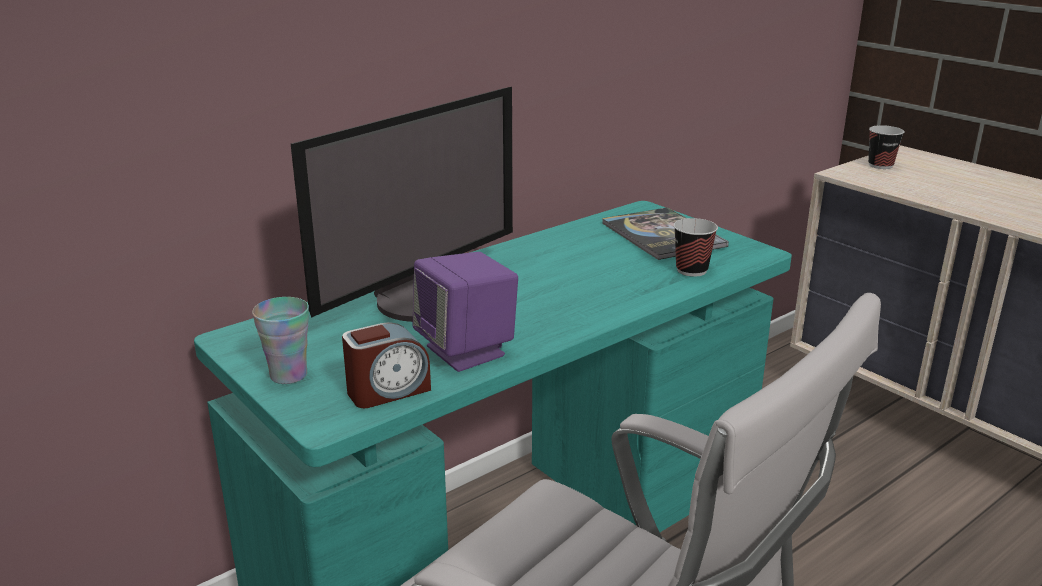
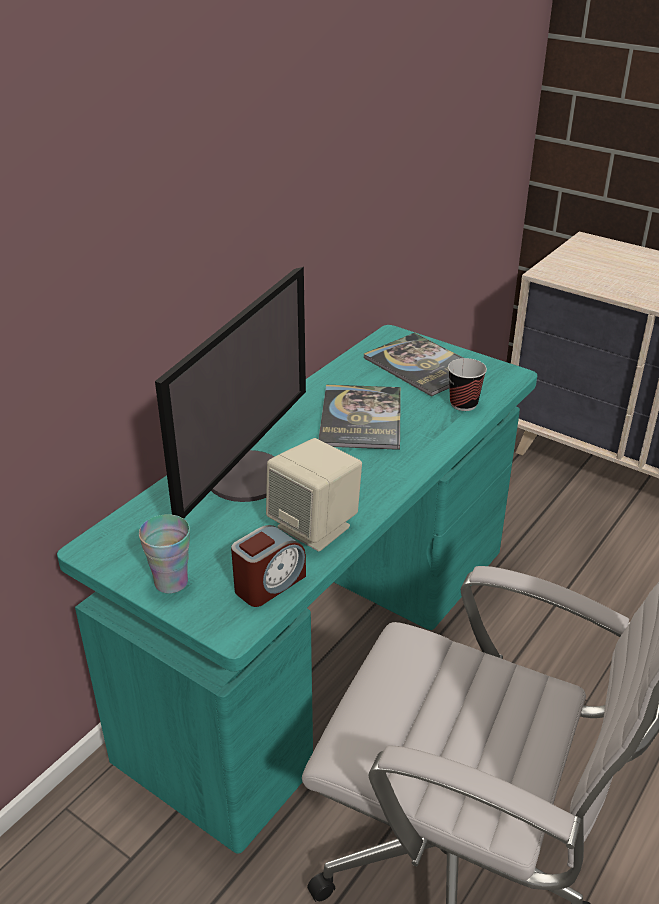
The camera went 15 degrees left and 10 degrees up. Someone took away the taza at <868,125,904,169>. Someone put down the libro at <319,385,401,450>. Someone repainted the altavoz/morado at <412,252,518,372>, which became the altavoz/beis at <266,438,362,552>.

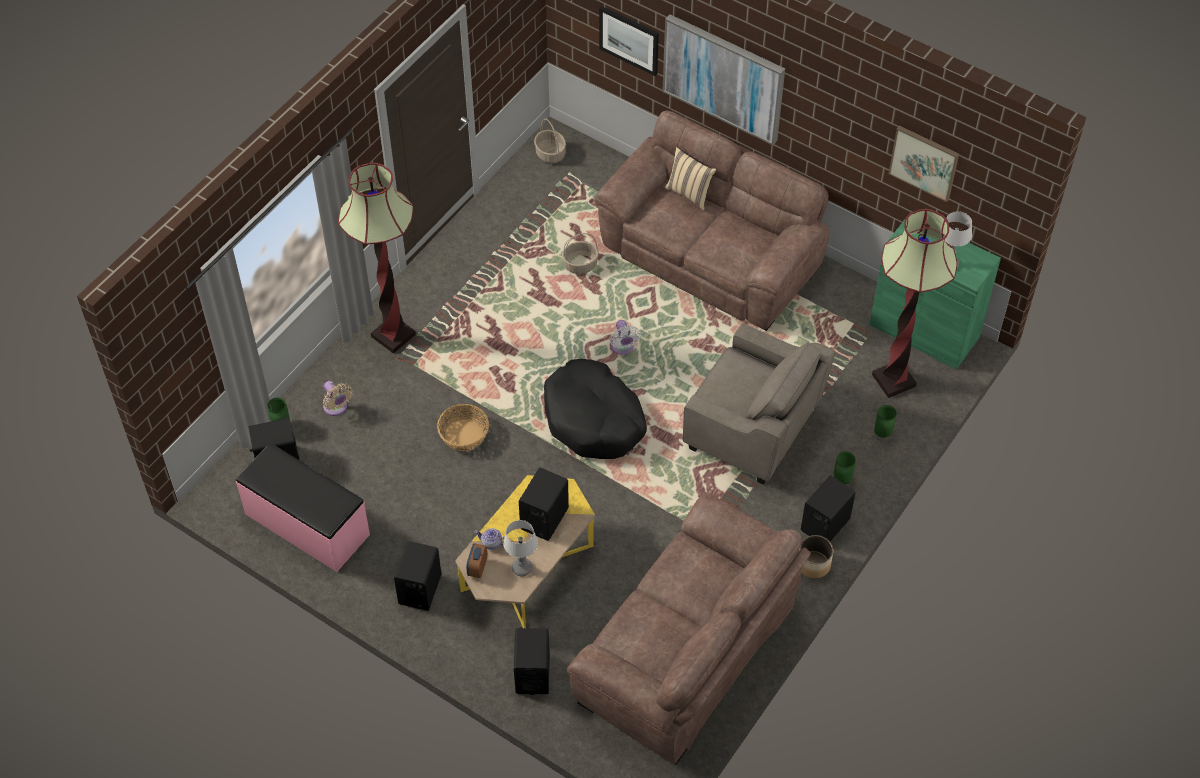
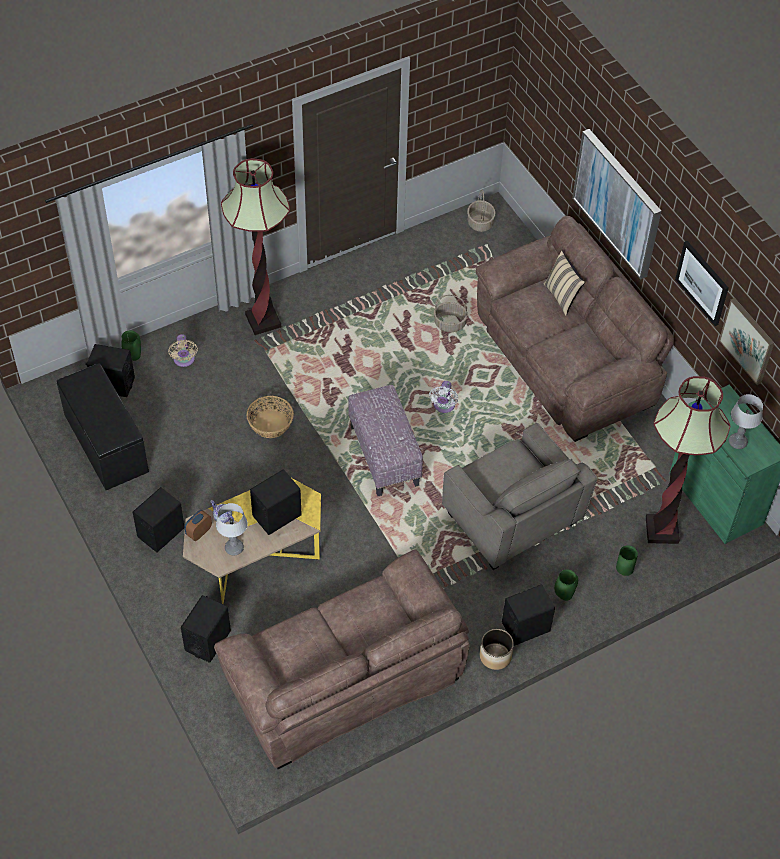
The camera went 25 degrees right and 0 degrees up. Someone carried the cuadro from <599,6,659,76> to <675,241,728,326>. Someone swapped the cama para perro/negro at <544,359,647,459> for the puf at <348,385,423,496>. Someone repainted the banco/rosa at <236,443,370,572>, which became the banco/negro at <57,363,149,490>.

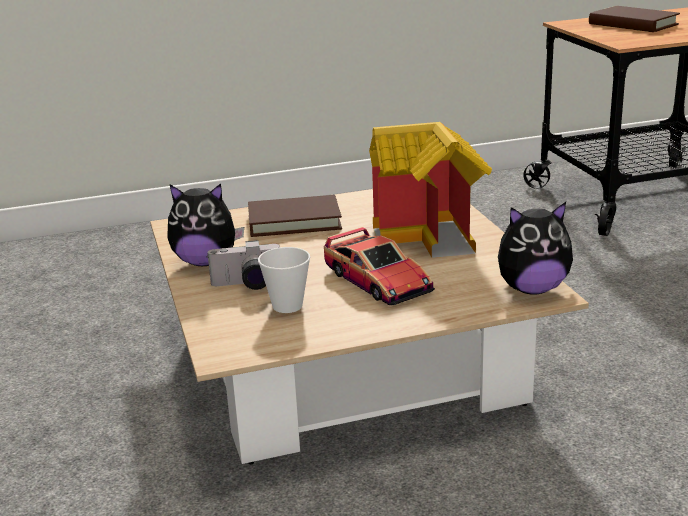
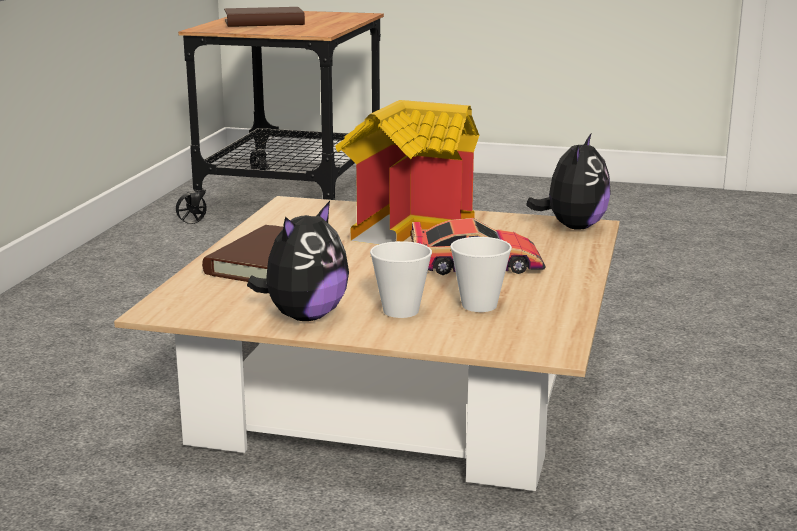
The camera went 60 degrees left and 5 degrees down. Someone swapped the cámara at <207,240,280,290> for the taza at <370,241,432,318>.

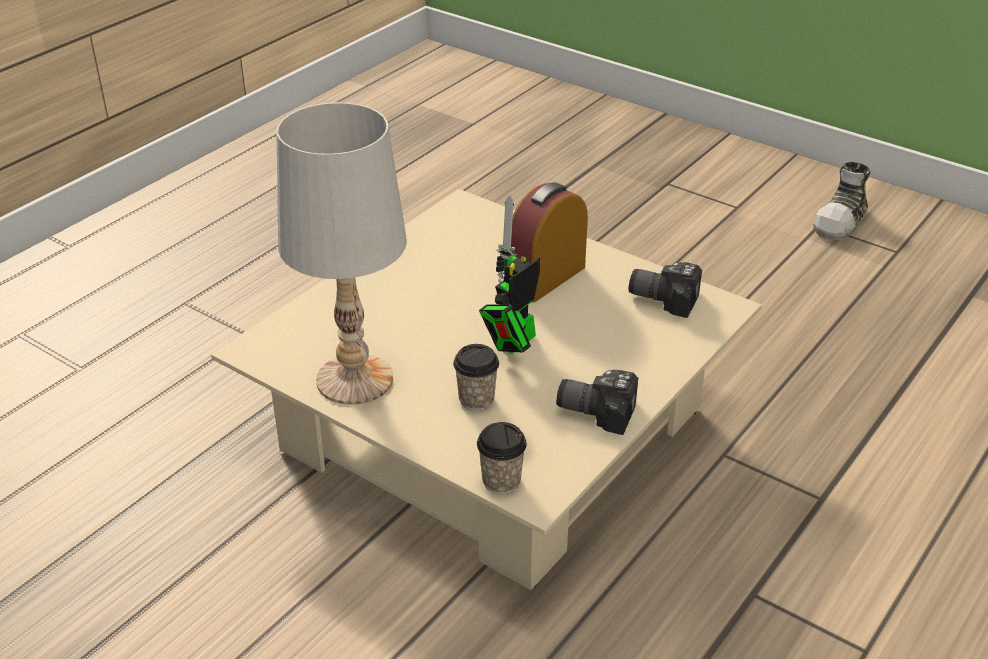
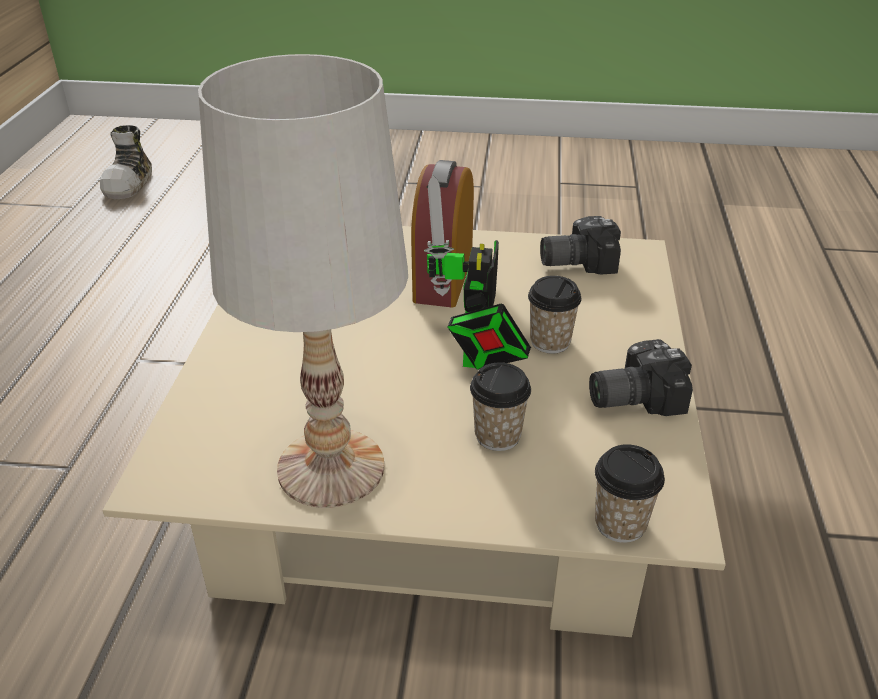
The camera went 30 degrees left and 0 degrees up. Someone put down the taza at <528,276,582,354>. Someone carried the zapato from <813,162,870,240> to <100,125,152,199>.

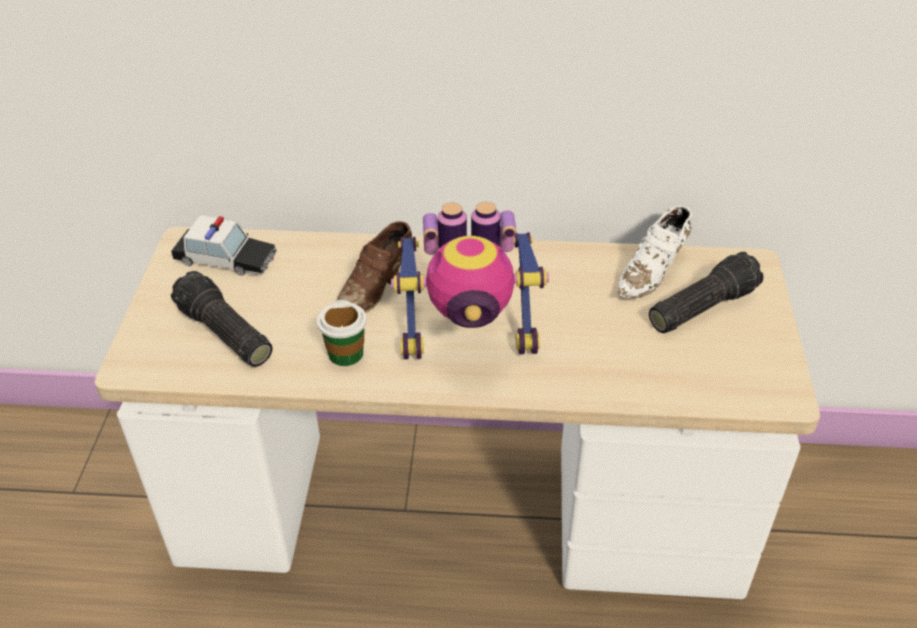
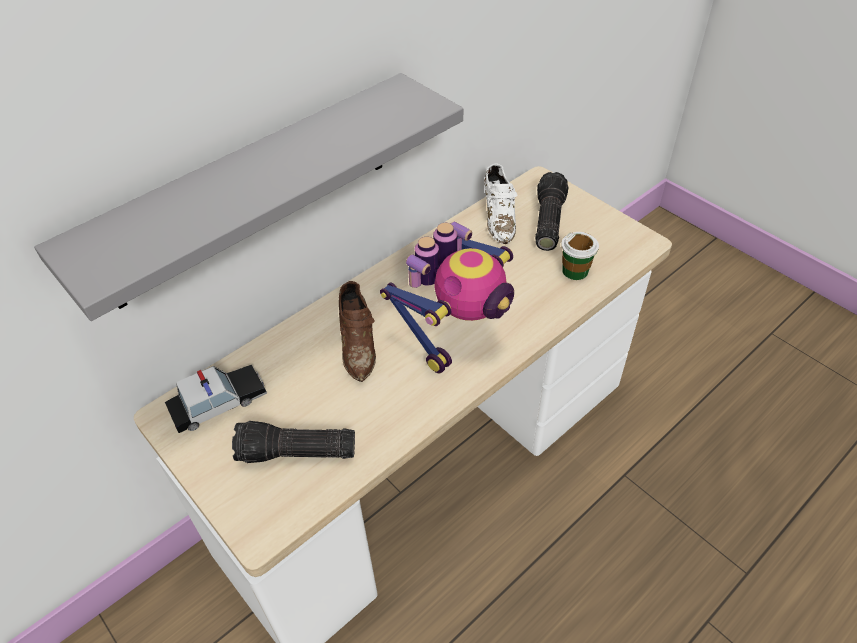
The camera went 45 degrees left and 5 degrees up. Someone put up the estante/gris at <34,73,463,321>. Someone carried the taza from <317,300,367,366> to <561,232,599,280>.

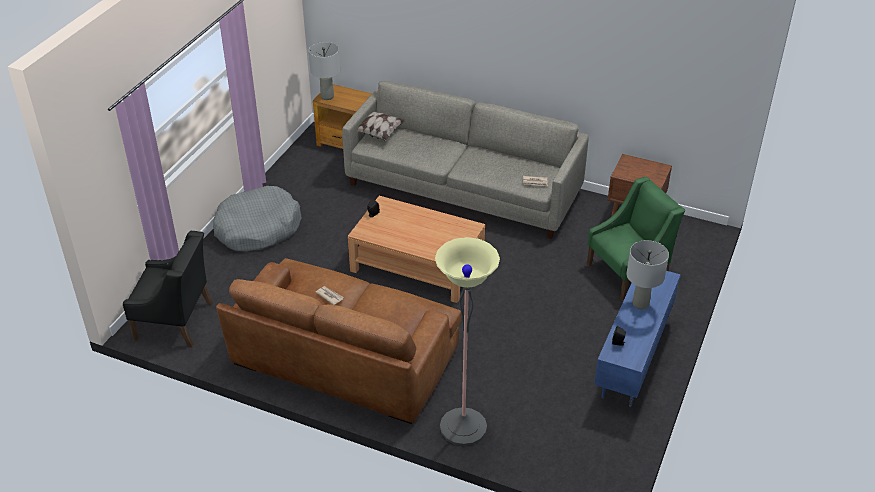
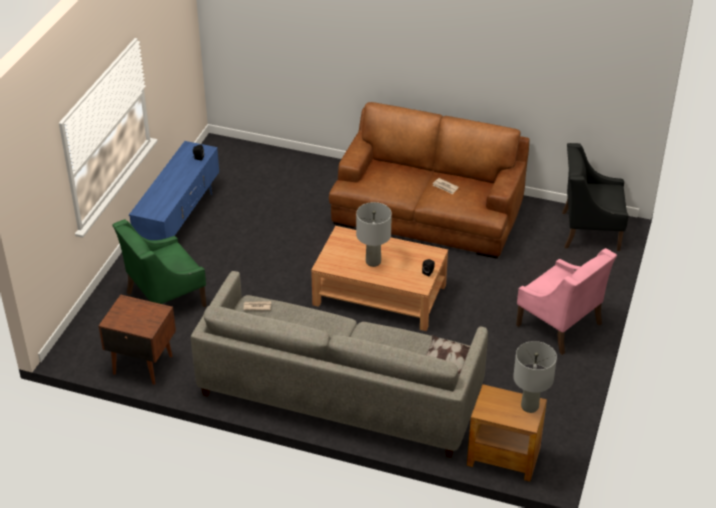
The camera went 175 degrees right and 0 degrees up. Someone took away the lámpara de pie at <435,237,500,446>. Someone carried the lámpara de mesa/gris from <627,240,669,310> to <356,202,392,267>. Someone swapped the cama para perro/gris at <213,186,302,251> for the sillón/rosa at <516,248,617,355>.

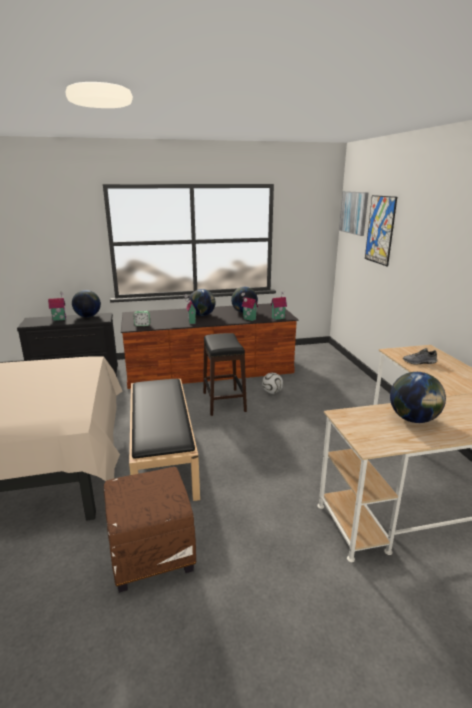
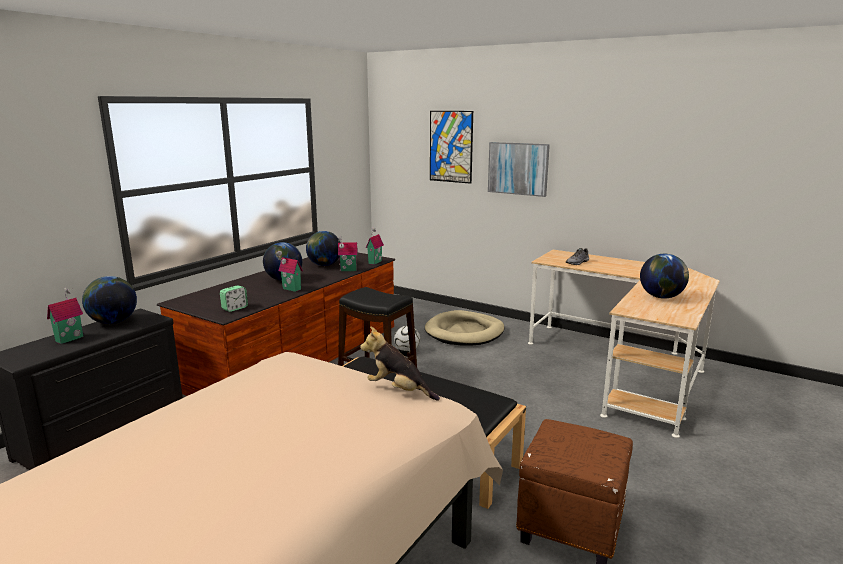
The camera went 45 degrees left and 5 degrees down. Someone put down the peluche at <360,326,440,401>. Someone put down the cama para perro/beis at <425,310,505,346>. Someone carried the cuadro from <339,191,369,236> to <488,142,550,197>.

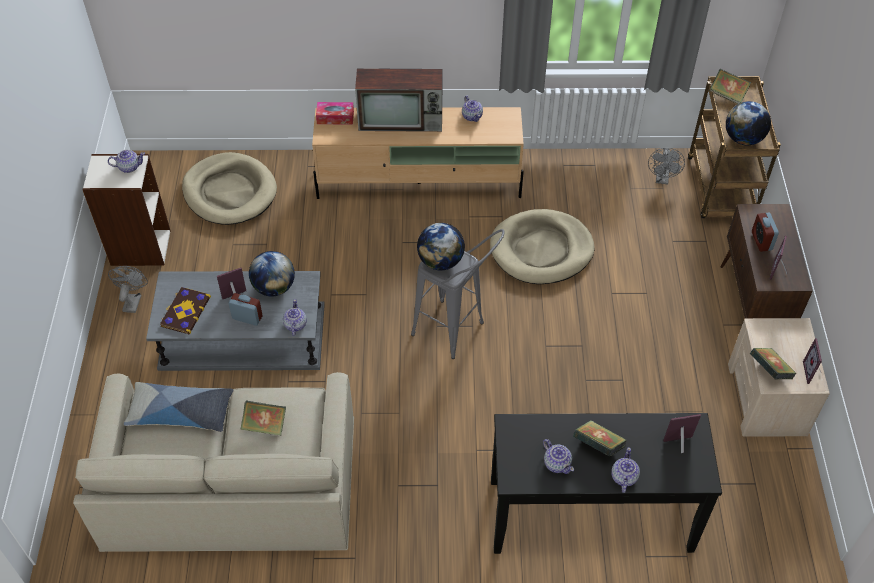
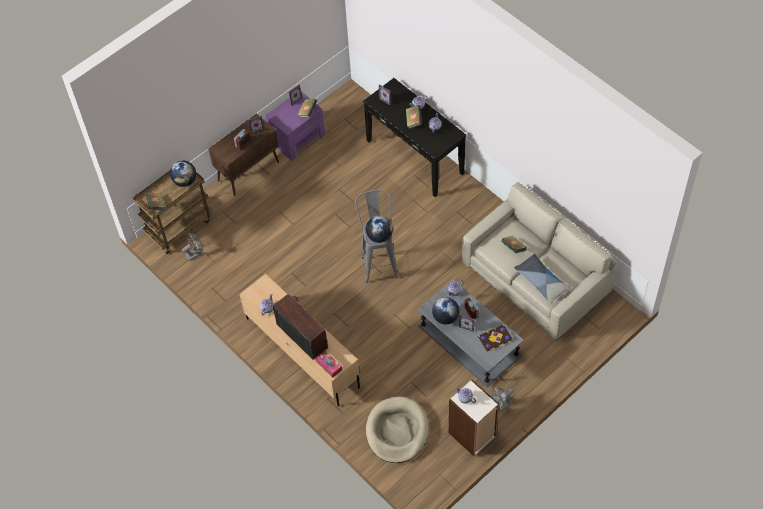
The camera went 130 degrees left and 5 degrees up. Someone took away the cama para perro/beis at <490,209,594,284>. Someone repainted the mesita de noche/beis at <728,318,830,437>, which became the mesita de noche/morado at <265,92,325,161>.

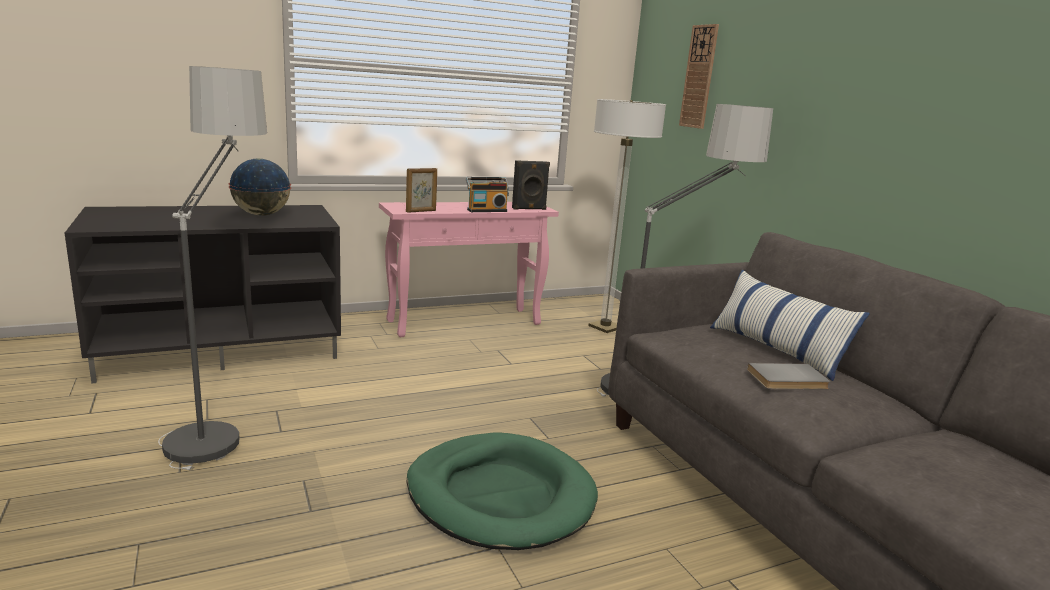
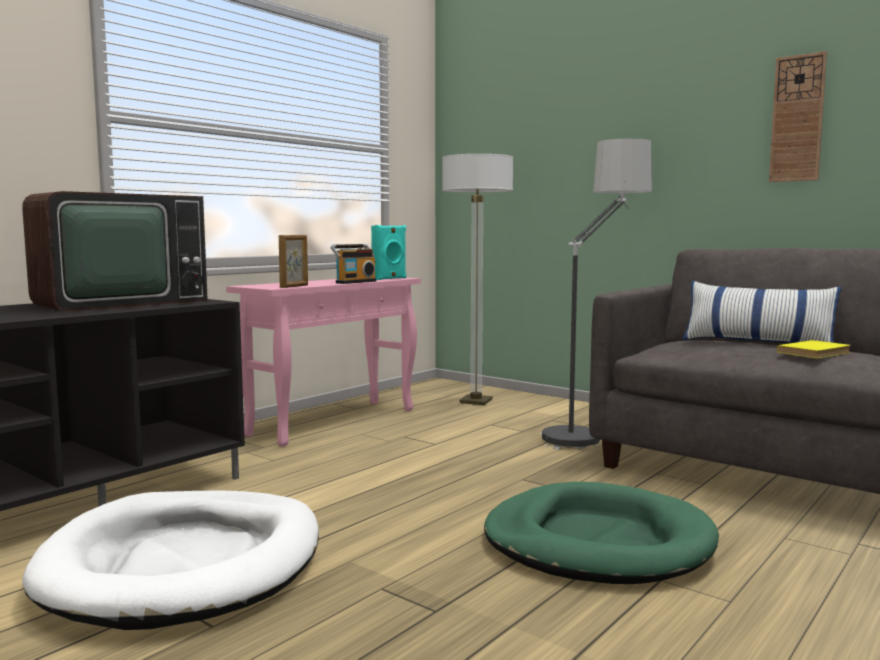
The camera went 25 degrees left and 10 degrees down. Someone carried the reloj de pared from <679,24,719,129> to <769,51,827,182>. Someone swapped the lámpara de pie at <158,66,267,470> for the cama para perro/blanco at <22,490,319,630>. Someone swapped the globo terráqueo at <228,159,291,216> for the televisor at <22,191,208,311>. Someone repainted the altavoz/negro at <512,160,550,210>, which became the altavoz/turquesa at <371,225,406,280>. Someone repainted the libro/gris at <747,363,830,390>, which became the libro/amarillo at <777,340,851,358>.

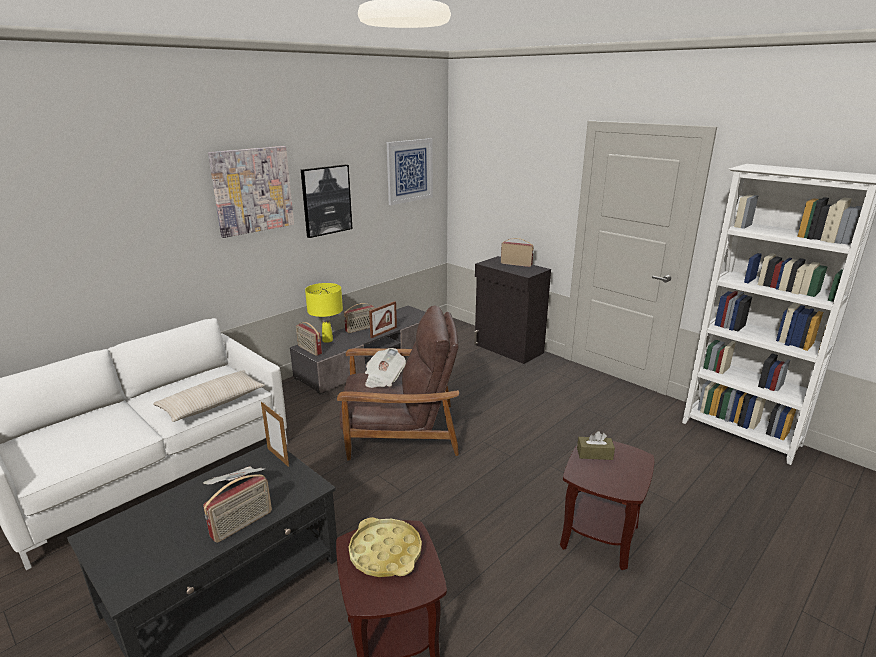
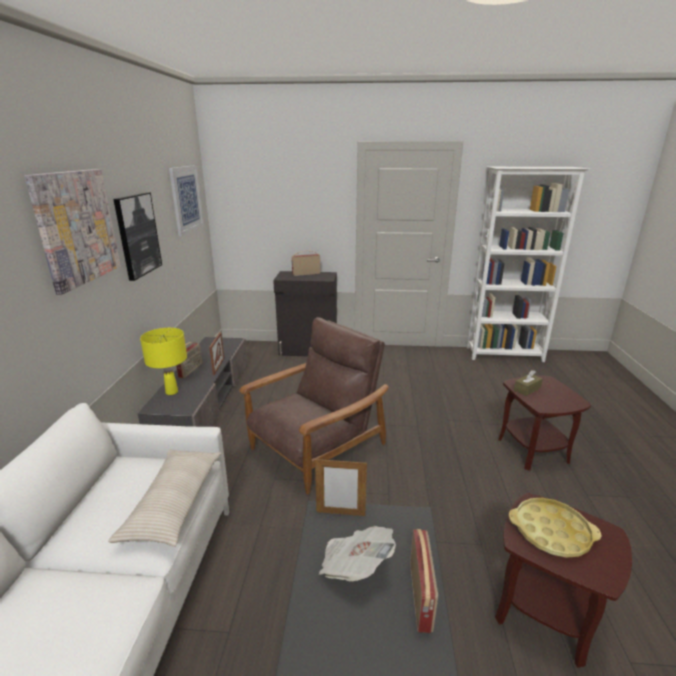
The camera went 40 degrees left and 0 degrees up. Someone took away the radio at <296,322,322,356>. Someone took away the periódico at <365,348,406,388>.

